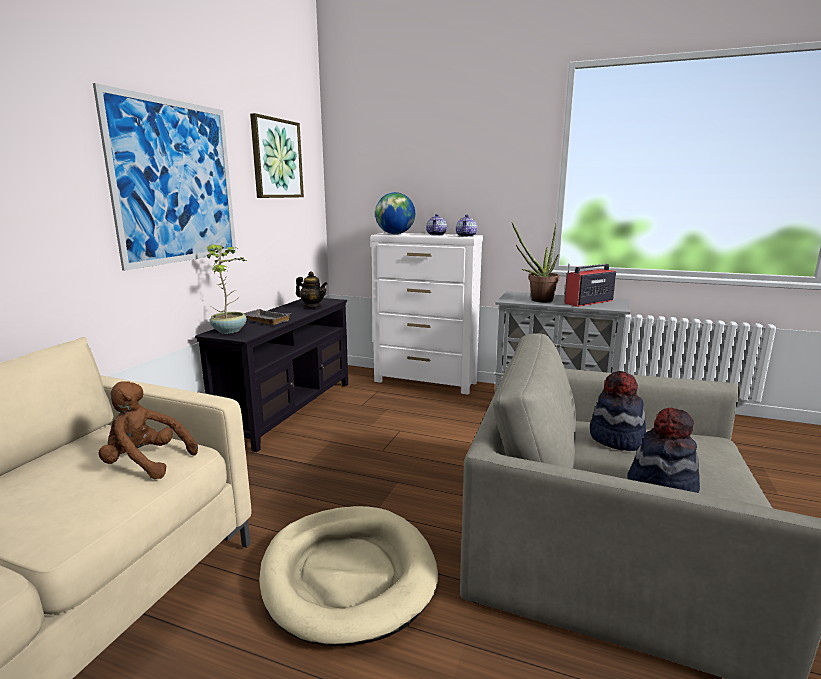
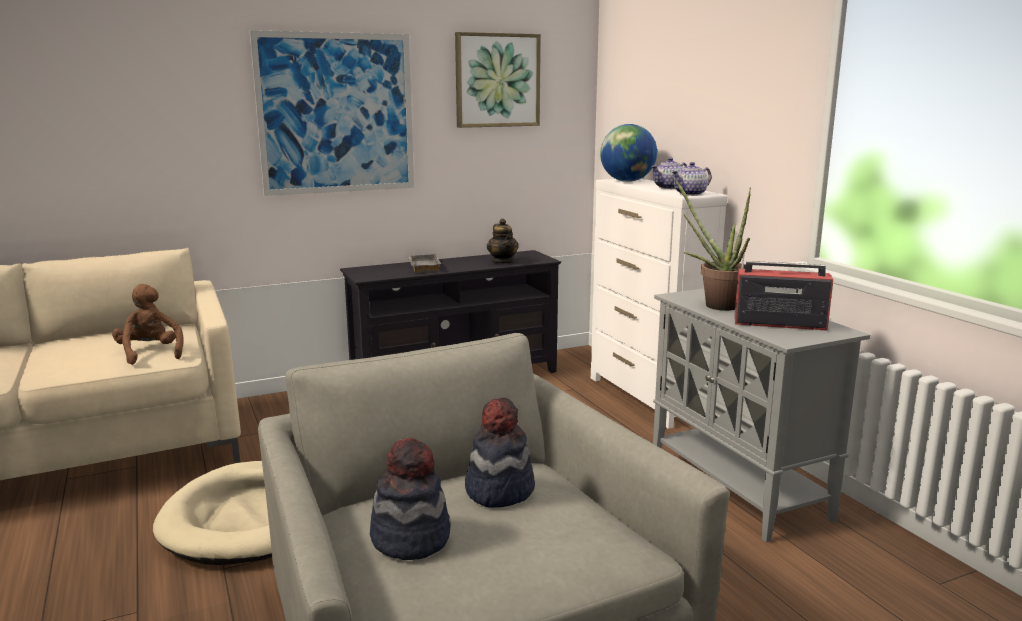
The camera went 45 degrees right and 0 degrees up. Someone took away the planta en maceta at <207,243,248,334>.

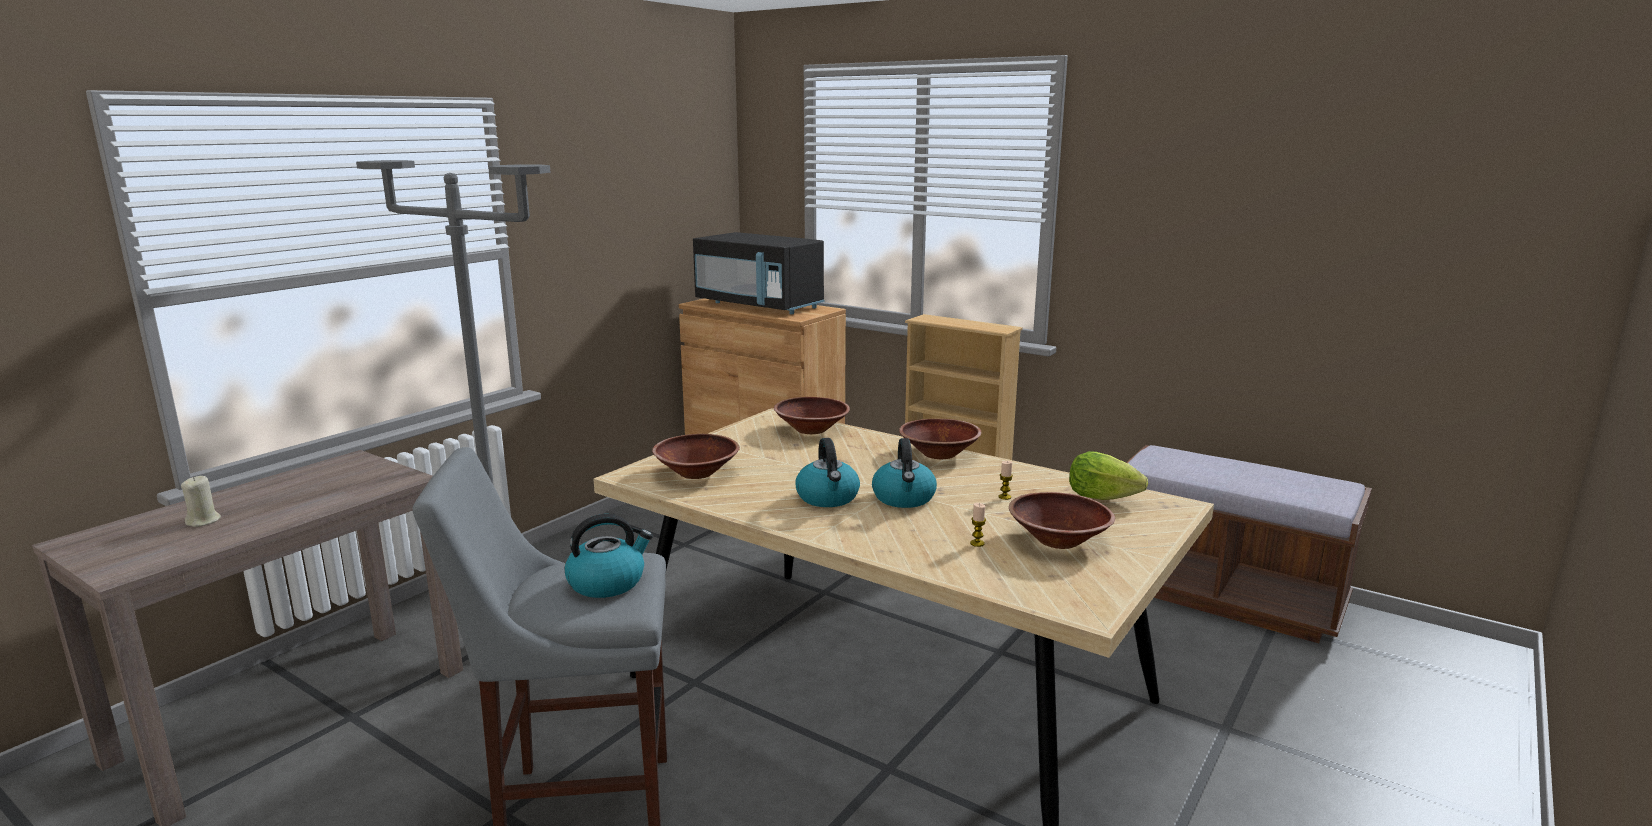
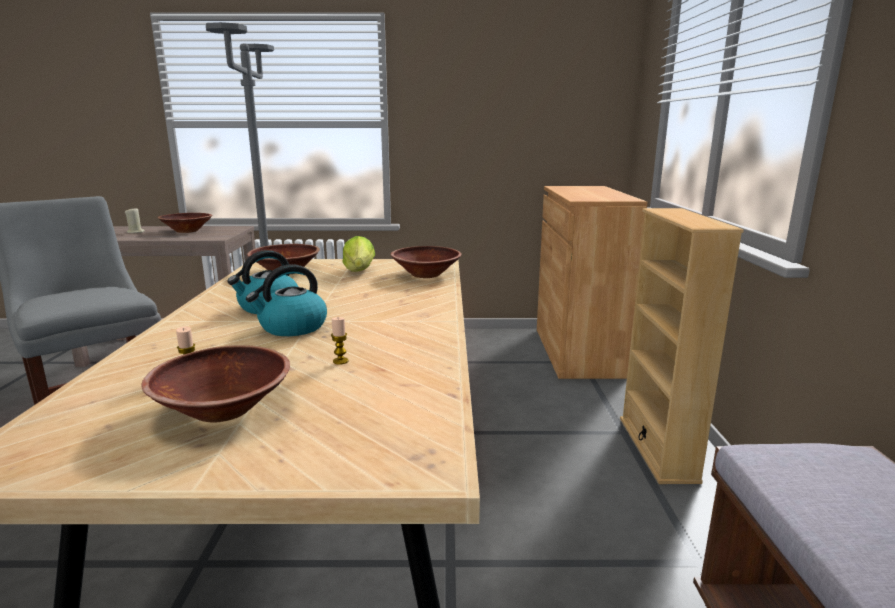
The camera went 55 degrees right and 0 degrees up. Someone took away the hervidor at <565,514,653,598>. Someone took away the microondas/negro at <693,232,825,314>. Someone carried the cuenco/marrón from <899,419,982,459> to <158,213,212,233>. Someone carried the lechuga from <1069,451,1148,500> to <343,236,375,272>.

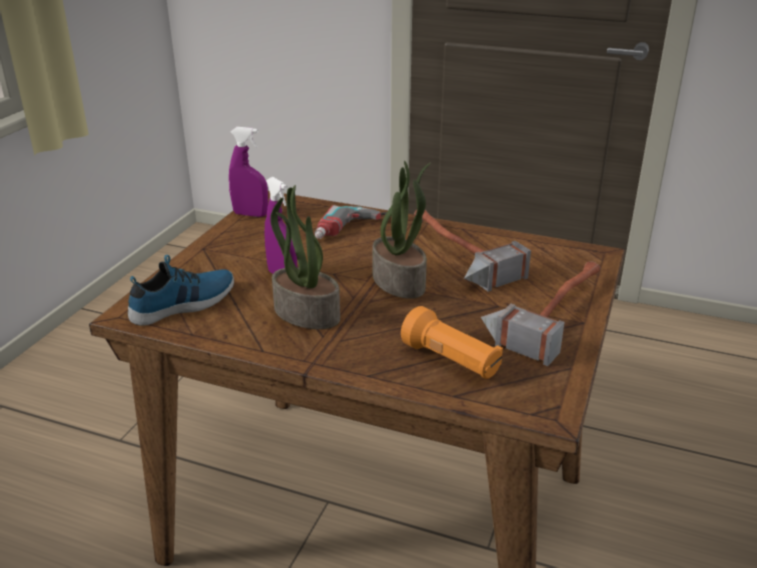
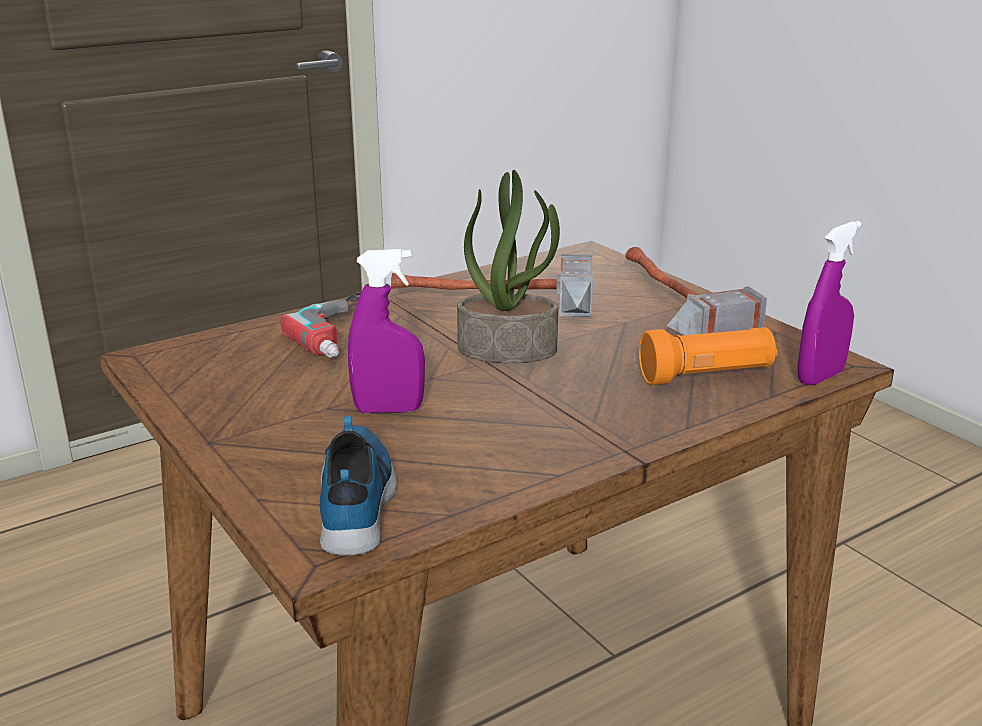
The camera went 55 degrees left and 5 degrees down. Someone took away the planta en maceta at <270,185,340,329>. Someone carried the pulverizador/morado from <229,127,268,217> to <798,221,862,385>.

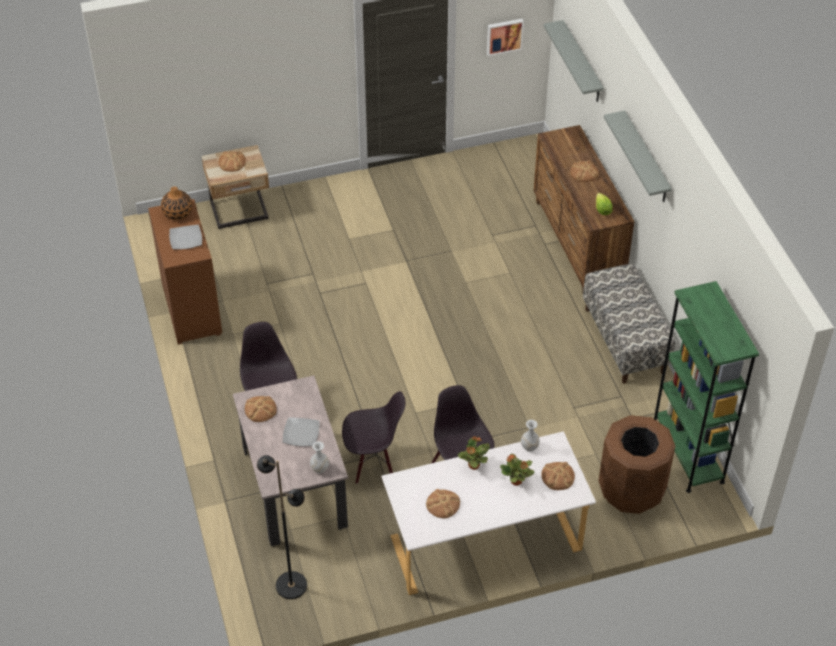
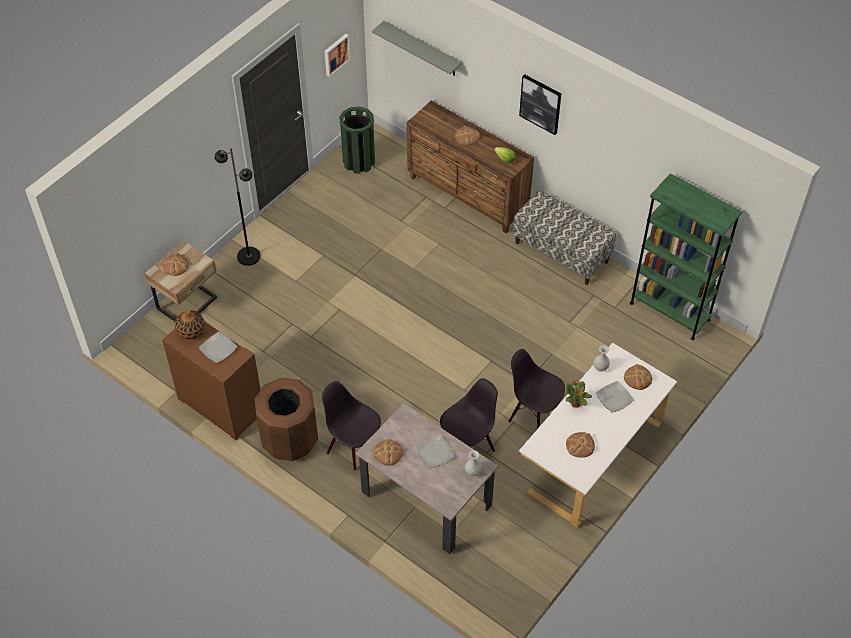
The camera went 35 degrees left and 5 degrees up. Someone put down the papelera/verde at <339,107,375,174>. Someone carried the lámpara de pie/negro from <257,455,307,599> to <214,148,261,266>. Someone carried the papelera/marrón from <598,415,675,514> to <254,378,318,461>. Someone swapped the planta en maceta at <500,454,534,486> for the plato at <596,381,634,413>. Someone swapped the estante/gris at <604,111,672,202> for the cuadro at <519,74,561,135>.

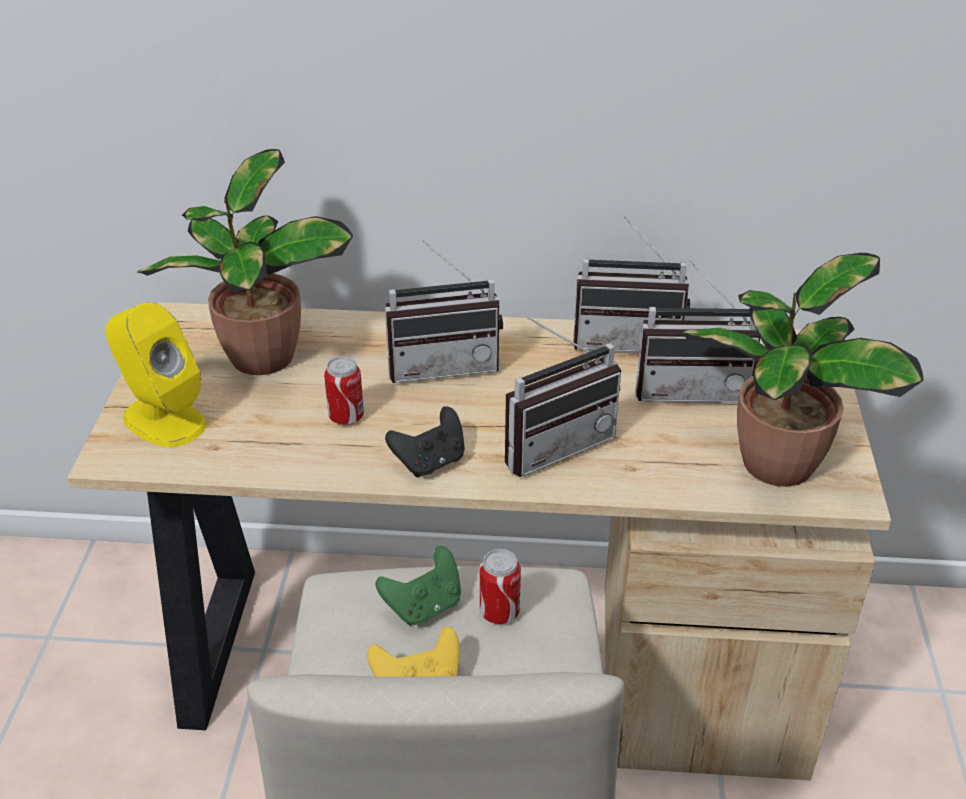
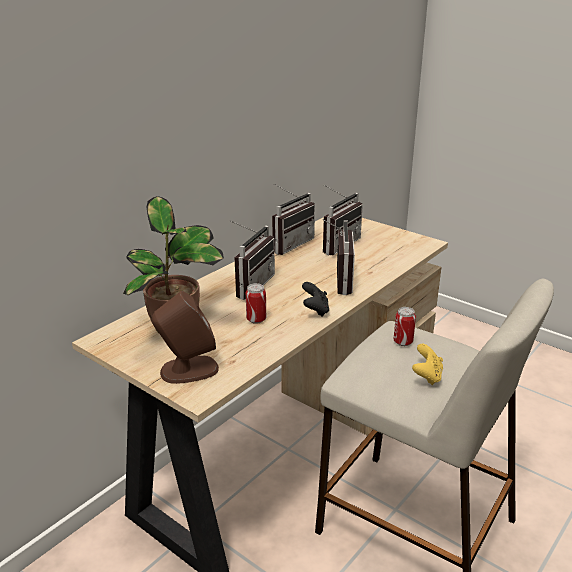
The camera went 55 degrees left and 10 degrees down. Someone took away the mando de consola/verde at <375,546,461,626>. Someone took away the planta en maceta at <681,253,924,487>. Someone repainted the altavoz/amarillo at <106,302,207,447>, which became the altavoz/marrón at <152,291,219,384>.

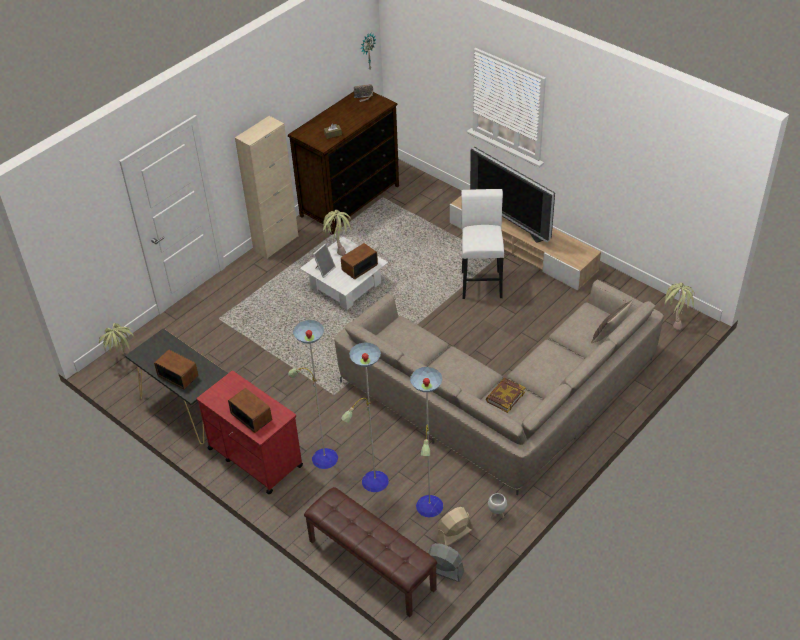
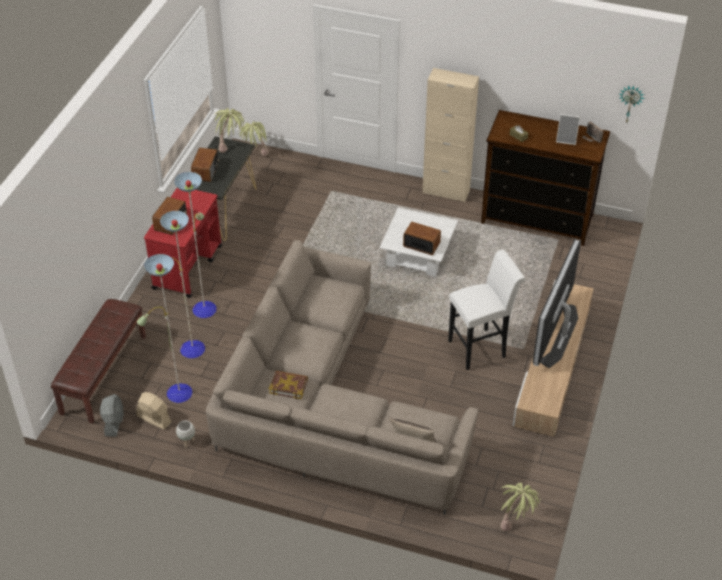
The camera went 65 degrees right and 0 degrees up. Someone carried the portarretratos from <313,243,336,278> to <556,114,580,145>. Someone carried the planta en maceta from <323,210,351,256> to <213,108,244,153>.

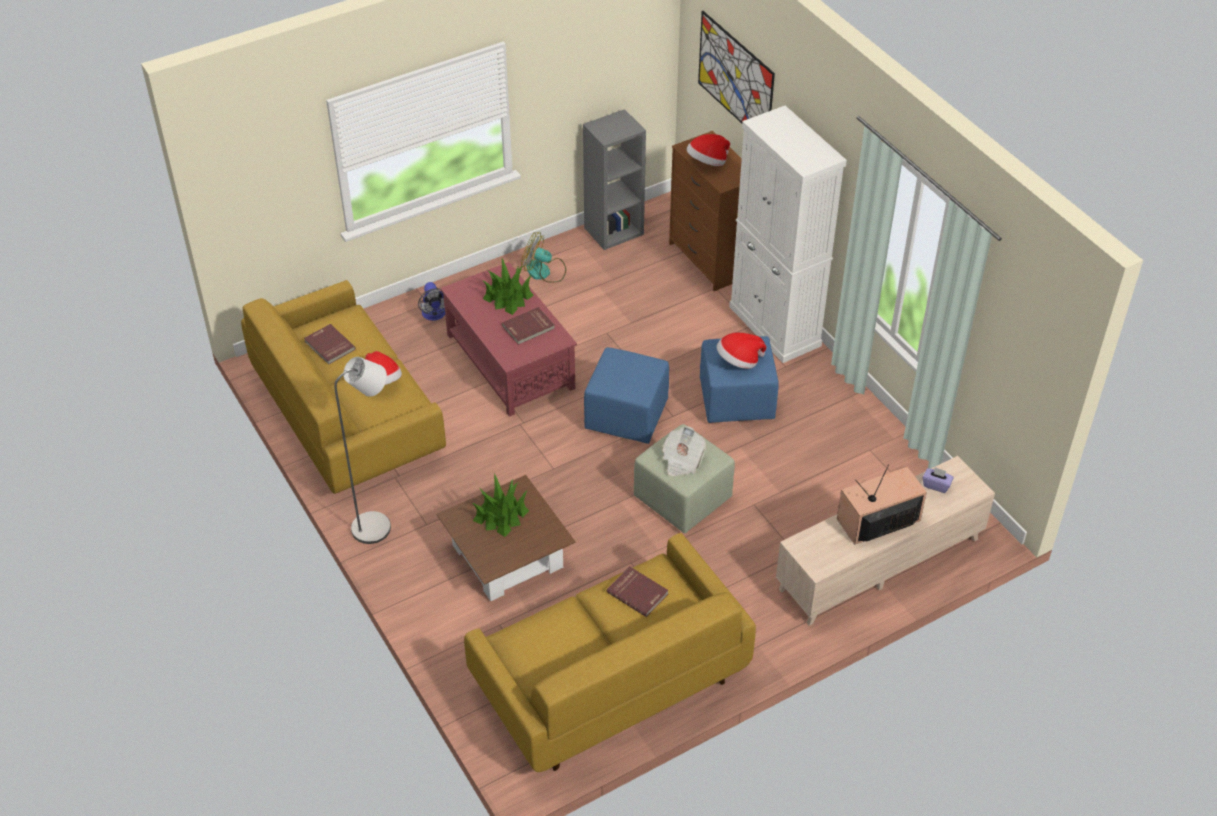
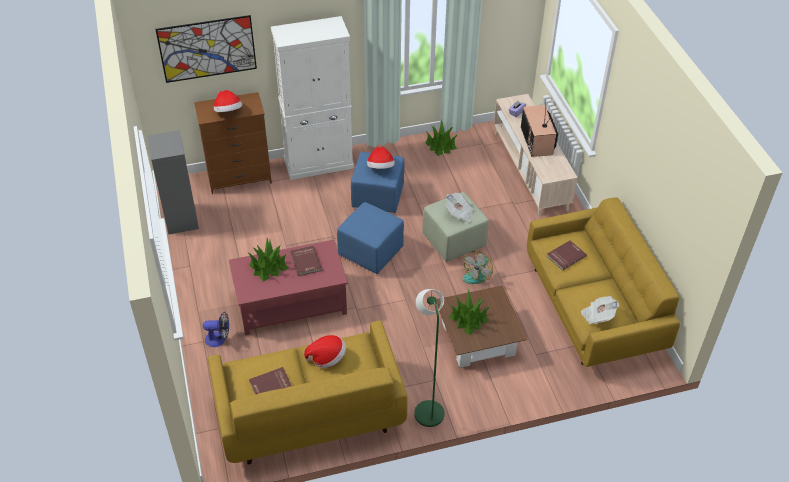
The camera went 75 degrees left and 0 degrees up. Someone put down the planta en maceta at <425,119,458,156>. Someone put down the periódico at <581,296,619,325>. Someone carried the ventilador from <521,232,566,283> to <463,251,493,284>. Someone repainted the lámpara de pie/gris at <334,357,391,544>, which became the lámpara de pie/verde at <414,289,445,427>.

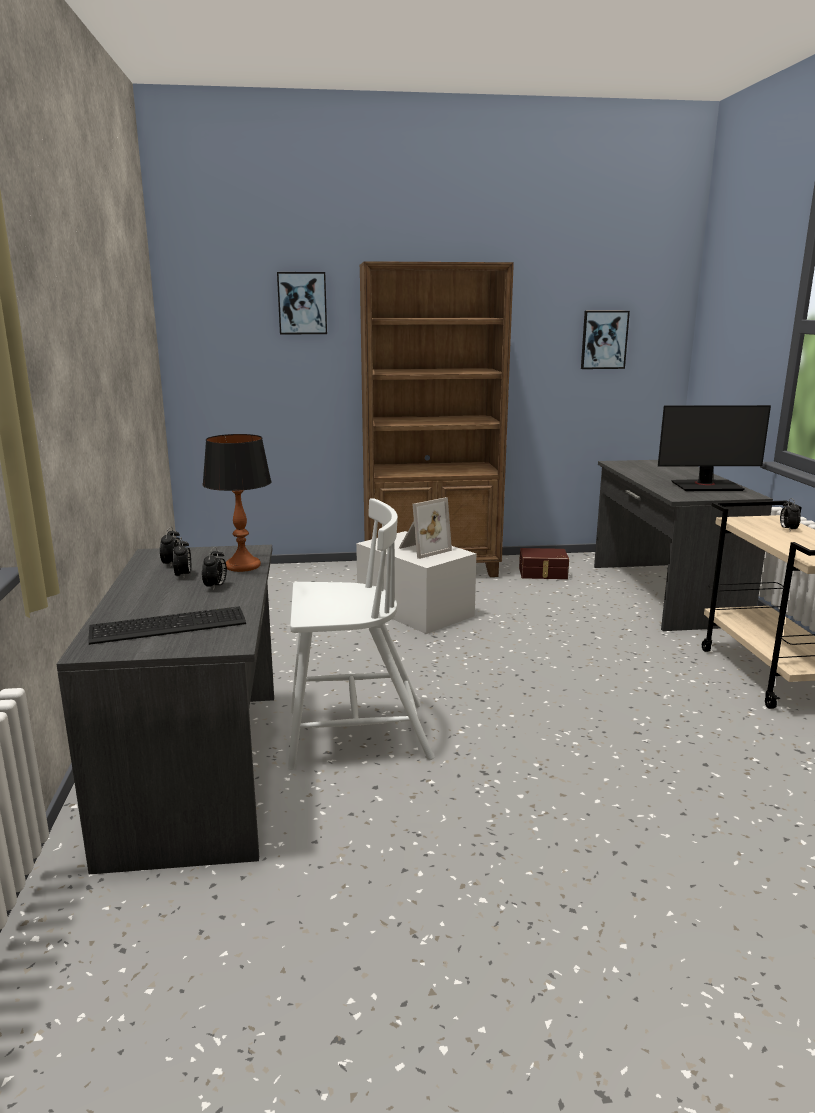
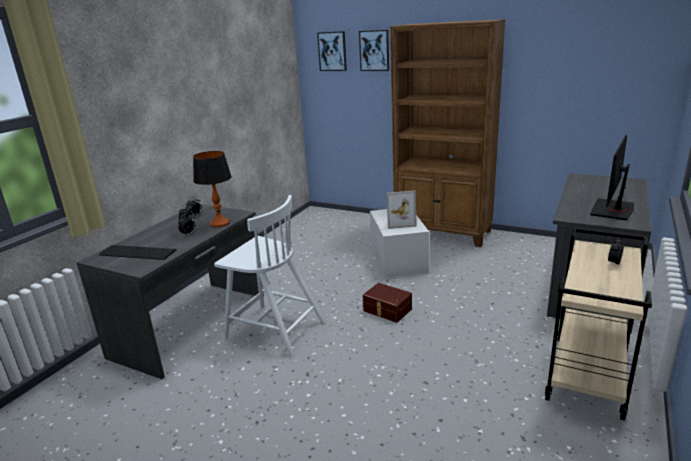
The camera went 35 degrees right and 5 degrees up. Someone carried the caja de almacenaje/marrón from <519,548,569,579> to <363,283,412,323>. Someone carried the cuadro from <581,311,630,369> to <317,31,347,71>. Someone rotated the monitor at <658,405,771,491> by 90 degrees clockwise.

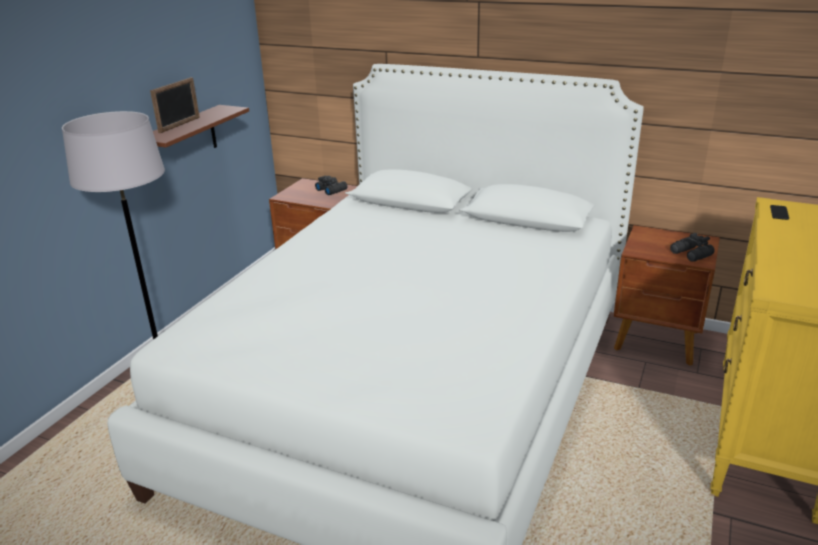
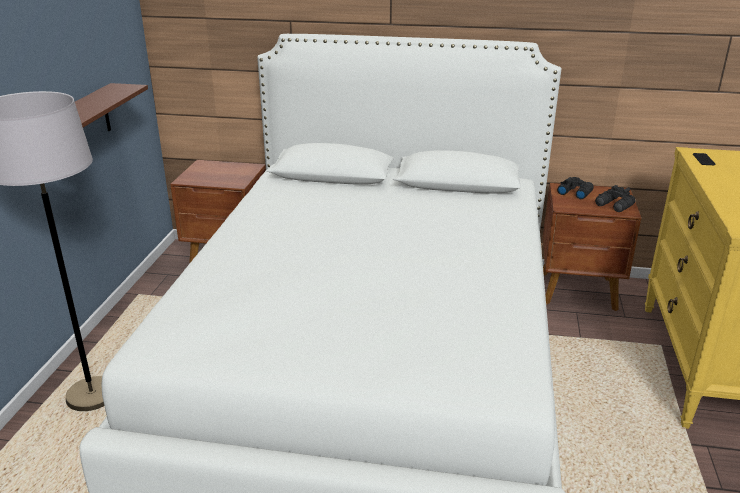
The camera went 15 degrees left and 0 degrees up. Someone took away the portarretratos at <150,77,200,133>. Someone carried the prismáticos/negro from <315,176,348,195> to <557,177,594,199>.

